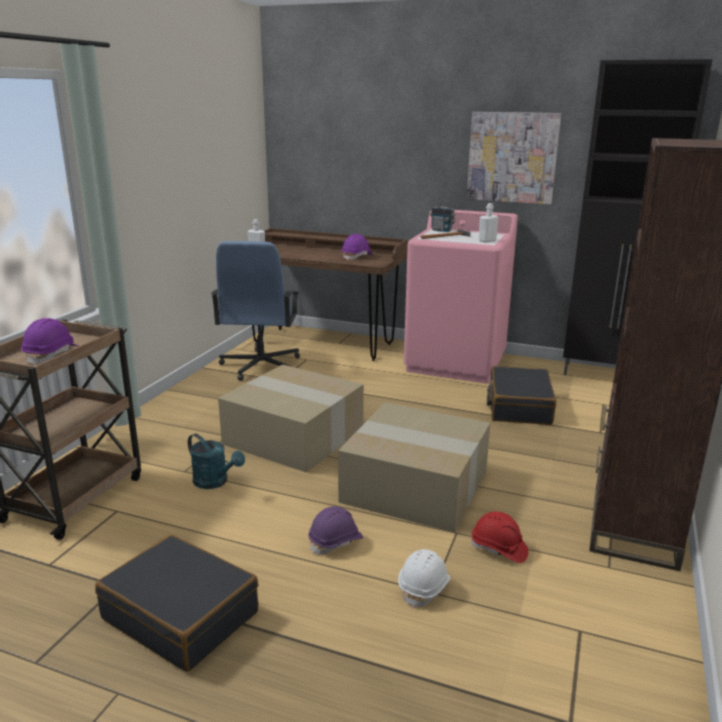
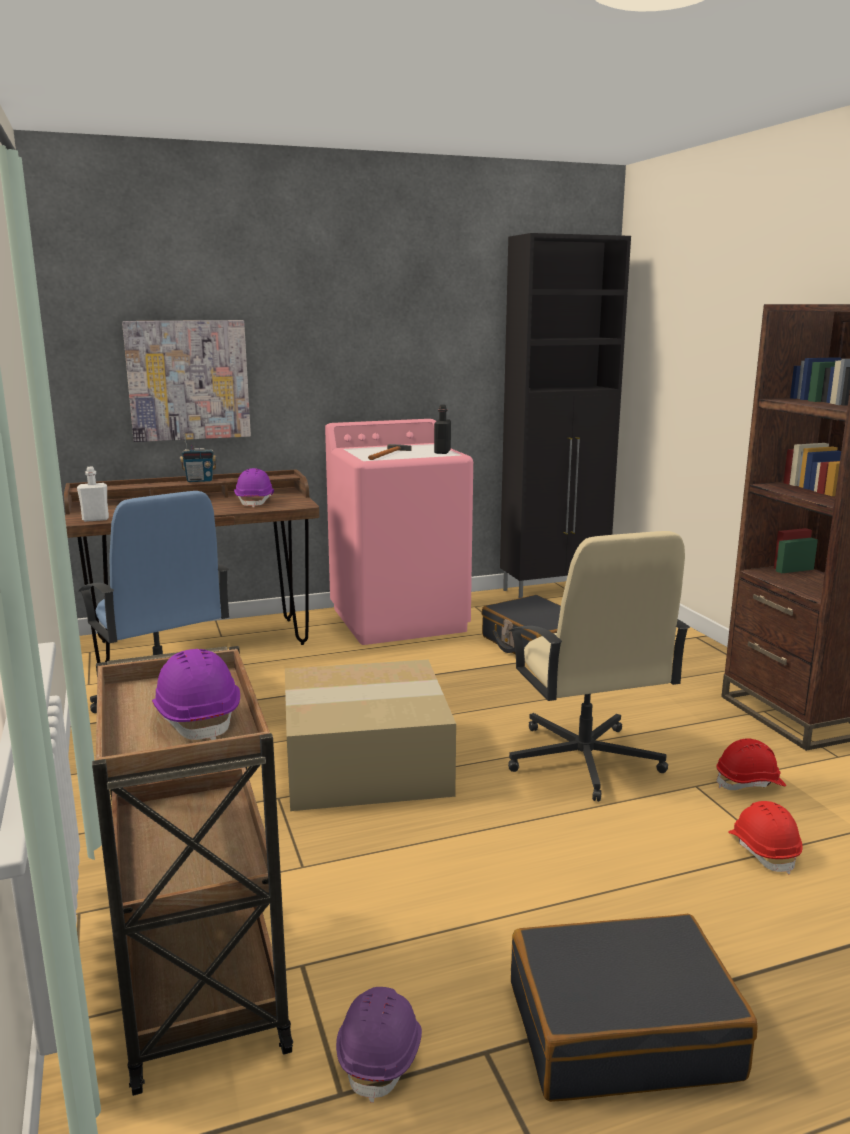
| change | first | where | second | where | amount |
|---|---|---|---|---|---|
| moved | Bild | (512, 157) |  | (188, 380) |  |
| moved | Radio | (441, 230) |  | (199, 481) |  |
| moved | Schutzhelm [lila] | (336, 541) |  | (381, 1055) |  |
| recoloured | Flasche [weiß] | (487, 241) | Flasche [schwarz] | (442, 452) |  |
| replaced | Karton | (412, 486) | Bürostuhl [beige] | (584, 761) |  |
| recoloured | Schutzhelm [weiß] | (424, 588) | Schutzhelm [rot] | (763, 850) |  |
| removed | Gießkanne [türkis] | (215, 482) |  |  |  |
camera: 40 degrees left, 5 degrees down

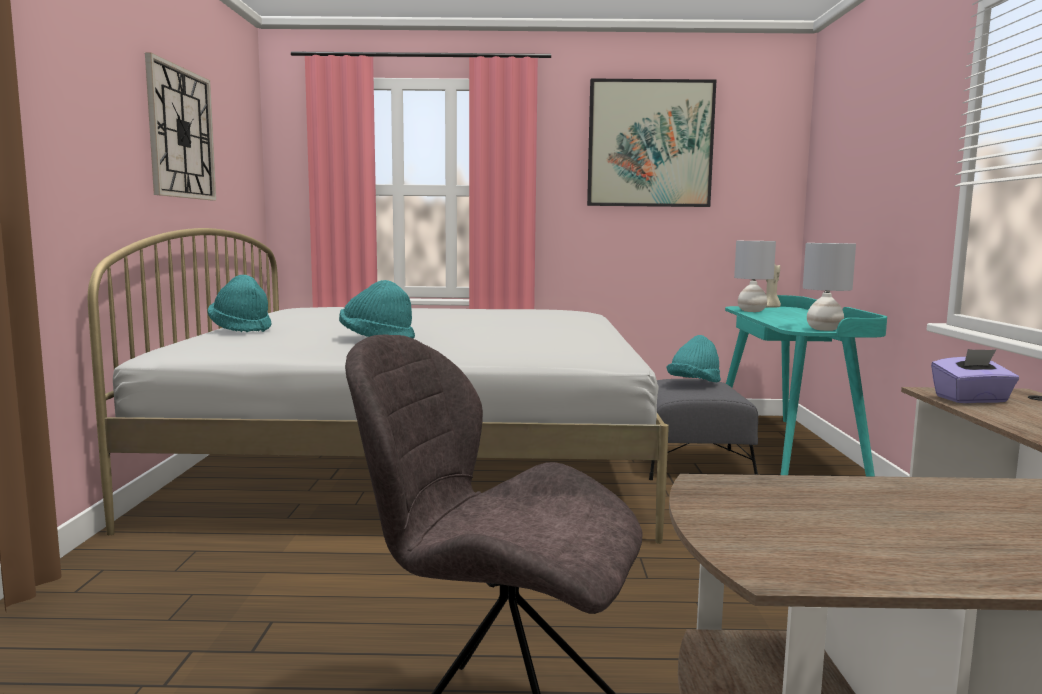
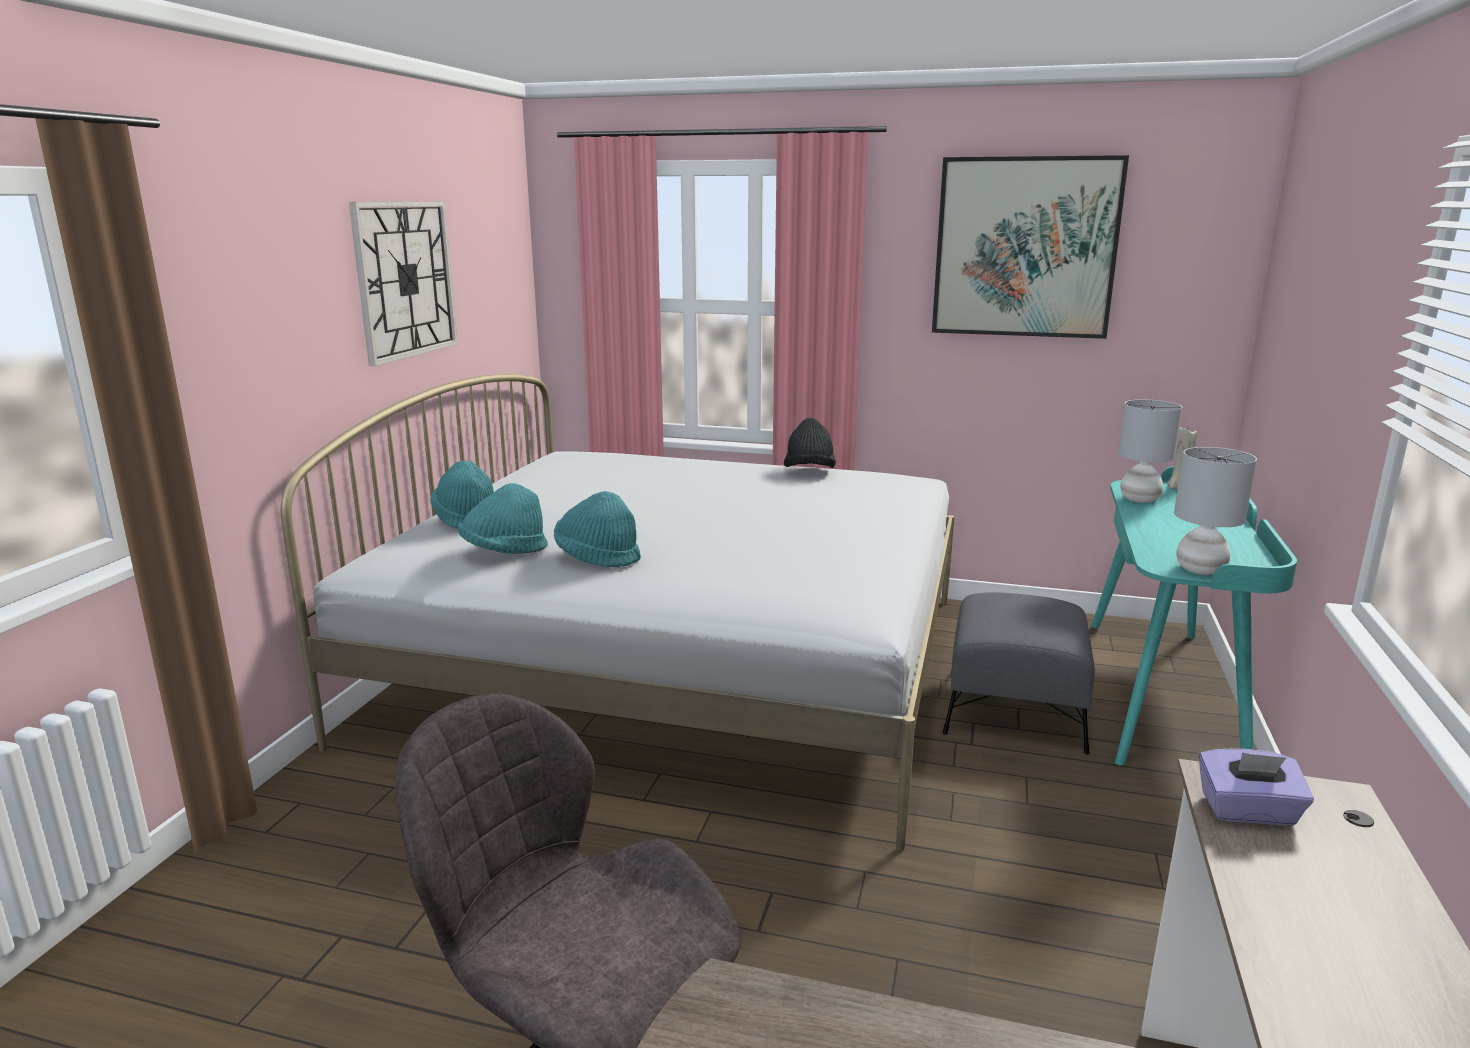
| change | first | where | second | where | amount |
|---|---|---|---|---|---|
| moved | Hut [türkis] | (694, 384) |  | (504, 551) |  |
| added |  |  | Hut [schwarz] | (809, 472) |  |
camera: 15 degrees right, 10 degrees up

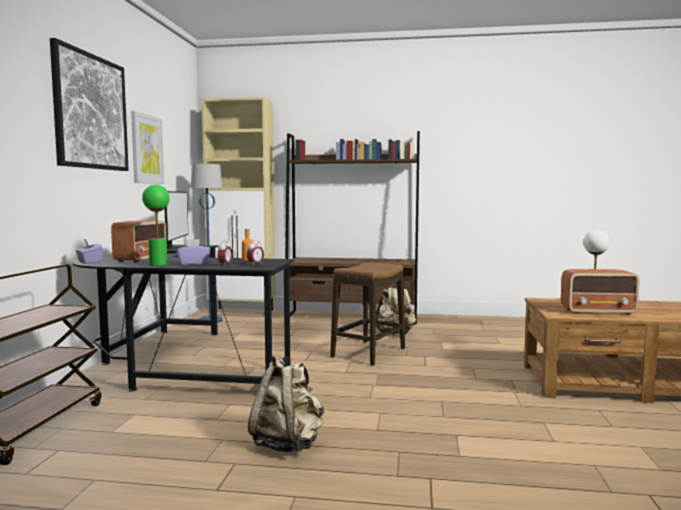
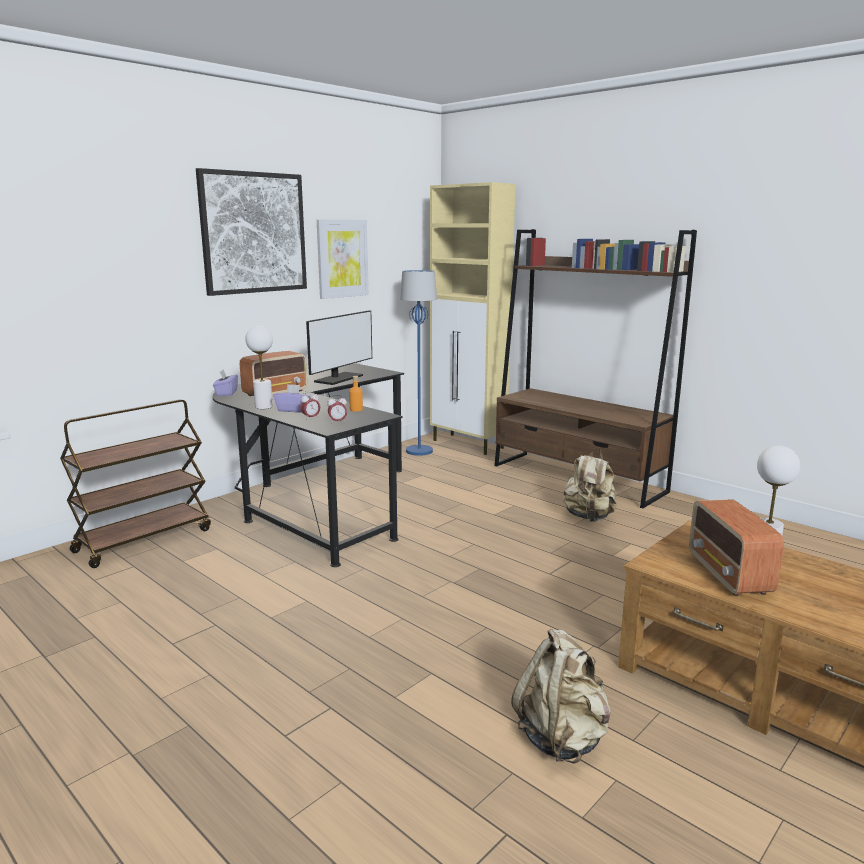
| change | first | where | second | where | amount |
|---|---|---|---|---|---|
| recoloured | Tischlampe [grün] | (158, 264) | Tischlampe [weiß] | (264, 407) |  |
| moved | Rucksack [beige] | (288, 444) |  | (562, 737) |  |
| turned | Radio | (598, 311) |  | (729, 575) | 45 degrees clockwise |
| removed | Hocker | (368, 353) |  |  |  |
camera: 35 degrees right, 10 degrees up

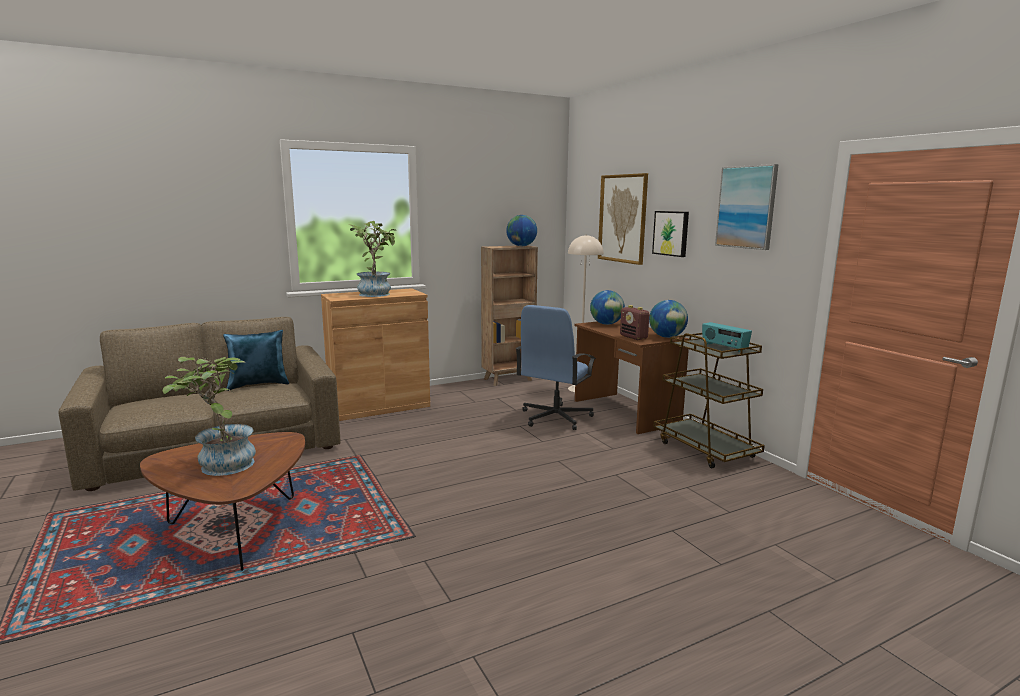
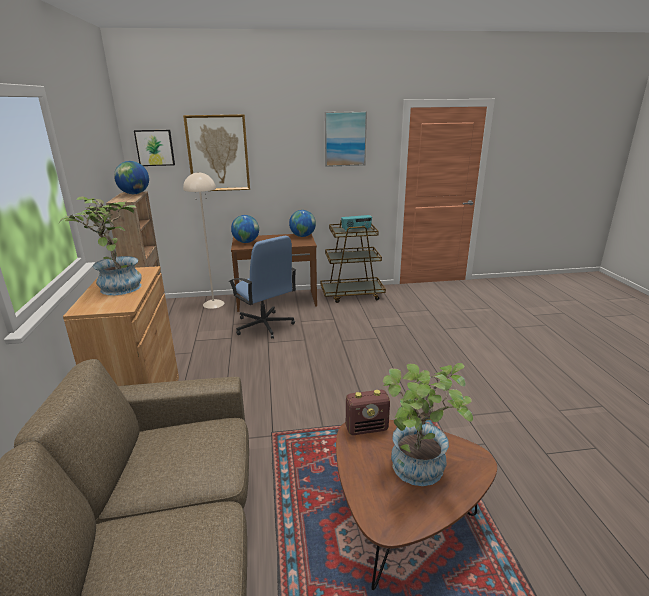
| change | first | where | second | where | amount |
|---|---|---|---|---|---|
| moved | Bild | (671, 233) |  | (155, 147) |  |
| moved | Radio | (634, 337) |  | (367, 428) |  |
| removed | Kissen [blau] | (258, 385) |  |  |  |
camera: 70 degrees left, 10 degrees up

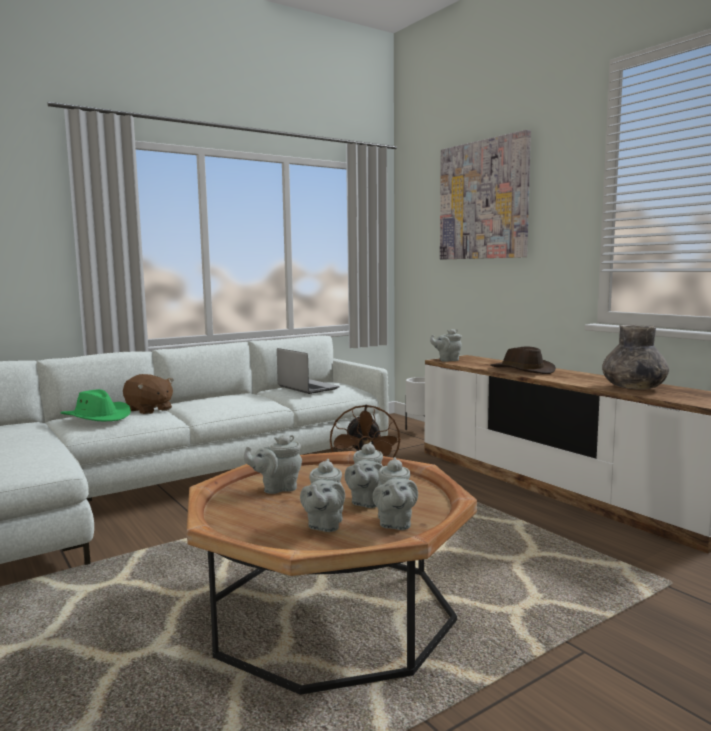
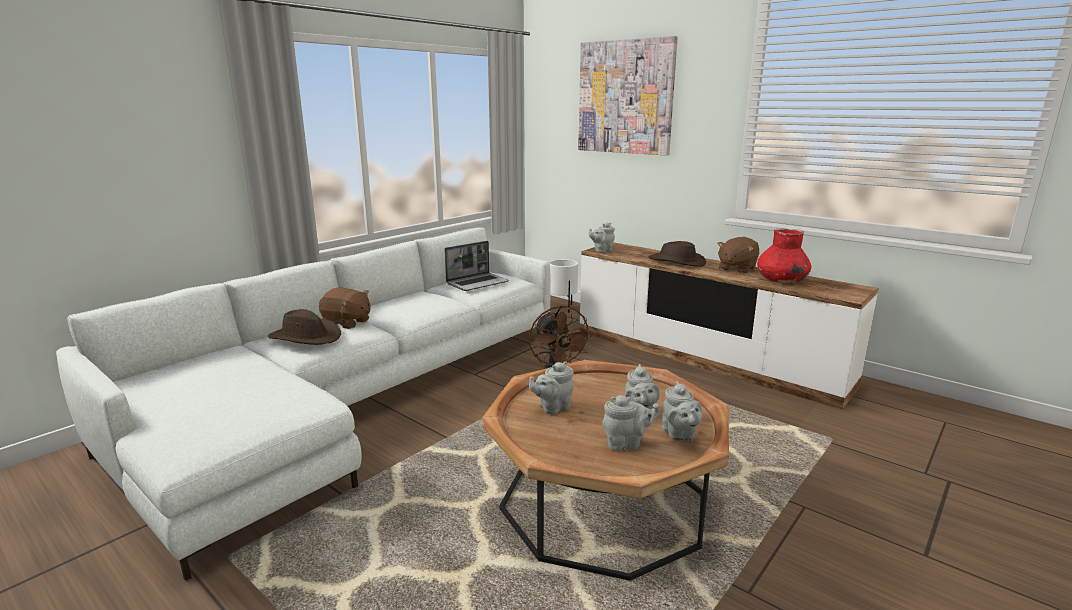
| change | first | where | second | where | amount |
|---|---|---|---|---|---|
| recoloured | Hut [grün] | (98, 416) | Hut [braun] | (306, 337) |  |
| turned | Laptop | (306, 388) |  | (477, 283) | 105 degrees clockwise |
| turned | Teekanne [grau] | (324, 525) |  | (626, 444) | 90 degrees counterclockwise |
| added |  |  | Plüschtier [braun] | (736, 269) |  |
| recoloured | Vase [grau] | (633, 388) | Vase [rot] | (781, 281) |  |
camera: 15 degrees left, 10 degrees up

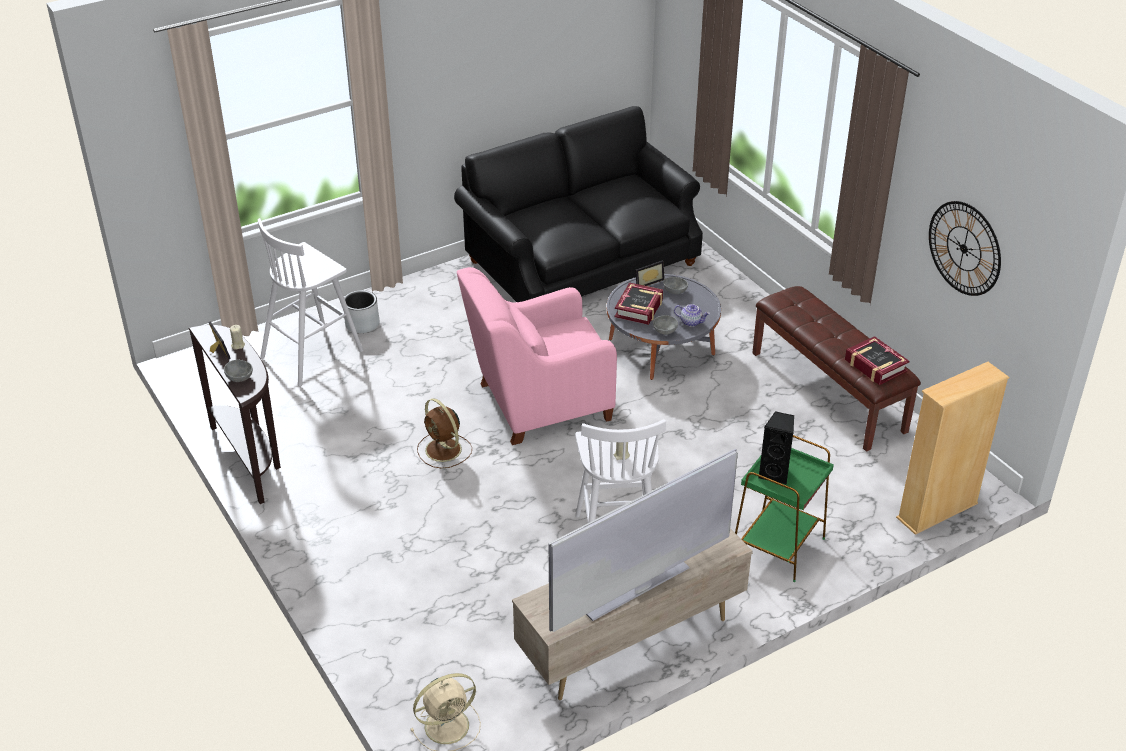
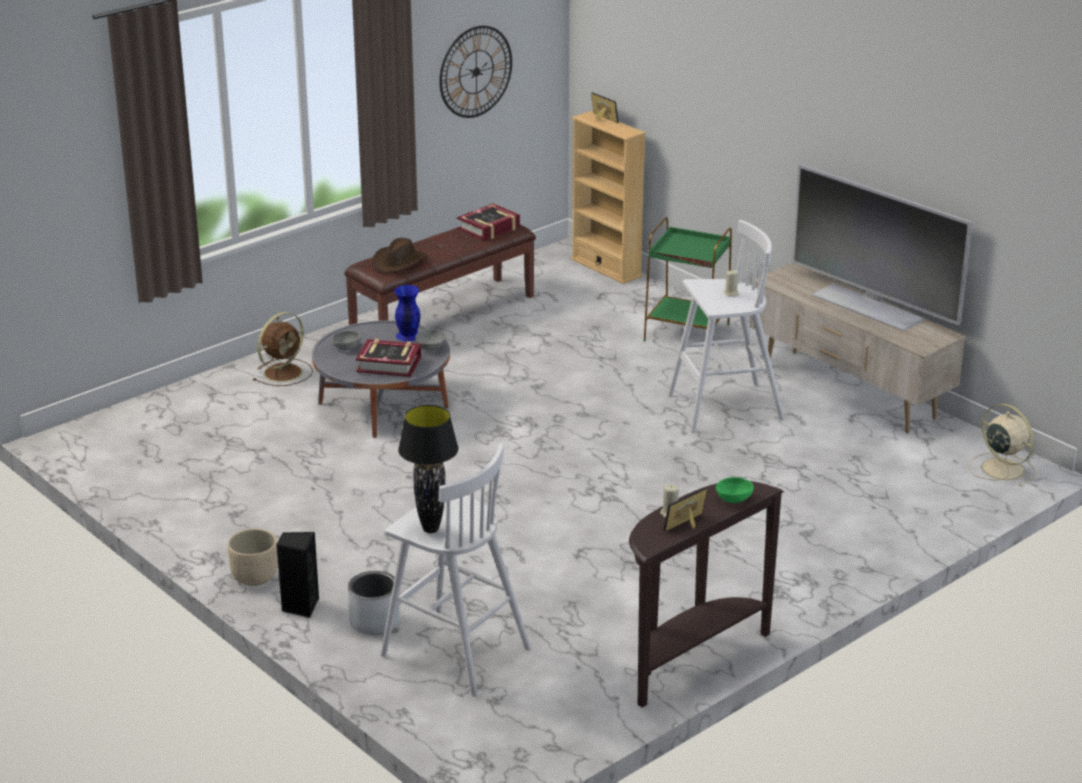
| change | first | where | second | where | amount |
|---|---|---|---|---|---|
| added |  |  | Pflanzkübel [beige] | (254, 577) |  |
| moved | Ventilator [braun] | (444, 450) |  | (284, 372) |  |
| moved | Lautsprecher [schwarz] | (775, 473) |  | (300, 606) |  |
| added |  |  | Hut [braun] | (399, 262) |  |
| replaced | Teekanne | (691, 322) | Vase [blau] | (407, 335) |  |
| added |  |  | Tischlampe [schwarz] | (431, 529) |  |
| moved | Bilderrahmen | (647, 281) |  | (601, 119) |  |
| recoloured | Schüssel [grau] | (240, 377) | Schüssel [grün] | (733, 499) |  |
| removed | Sofa [schwarz] | (582, 262) |  |  |  |
| removed | Sessel [rosa] | (538, 403) |  |  |  |
camera: 100 degrees left, 10 degrees down

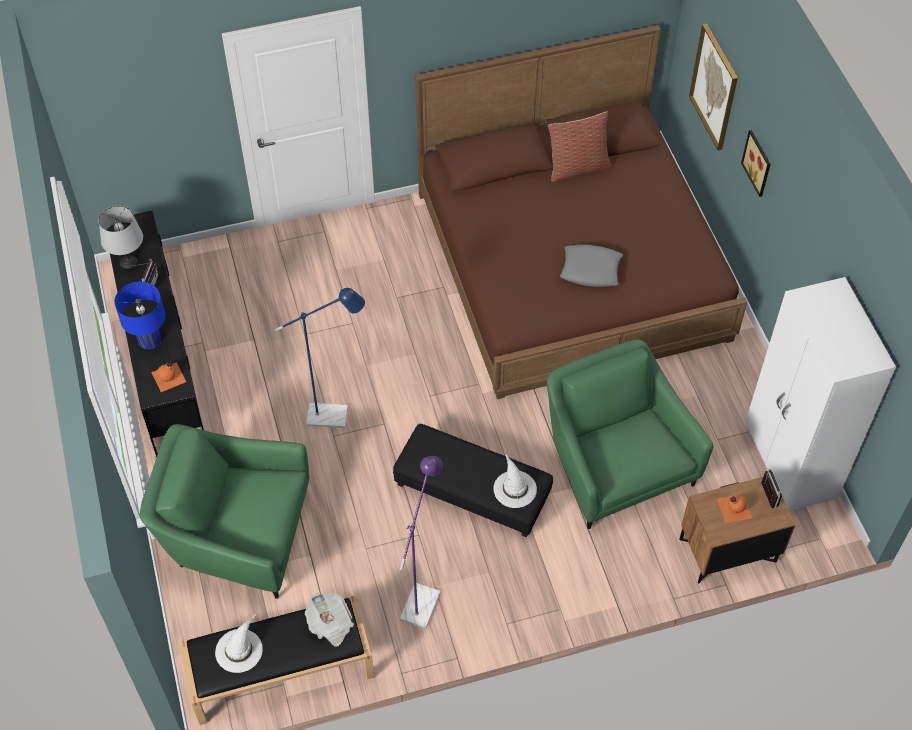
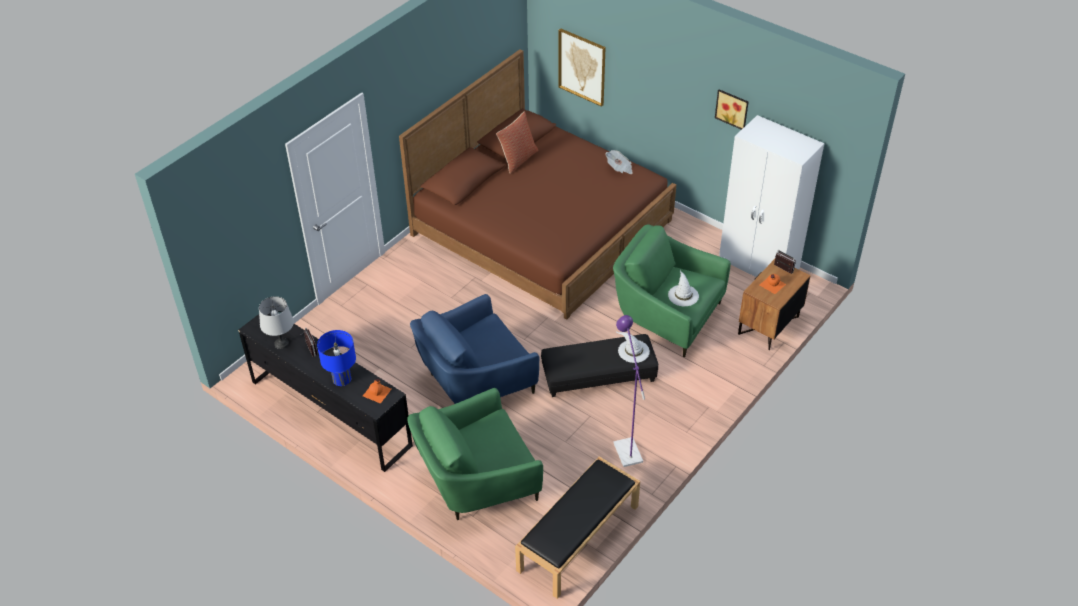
| change | first | where | second | where | amount |
|---|---|---|---|---|---|
| replaced | Stehlampe [blau] | (335, 416) | Sessel [blau] | (475, 381) |  |
| moved | Zeitung | (330, 624) |  | (619, 168) |  |
| moved | Hut [weiß] | (239, 649) |  | (683, 295) |  |
| moved | Bild | (758, 162) |  | (732, 108) |  |
| removed | Kissen [grau] | (591, 269) |  |  |  |
camera: 35 degrees left, 10 degrees down

